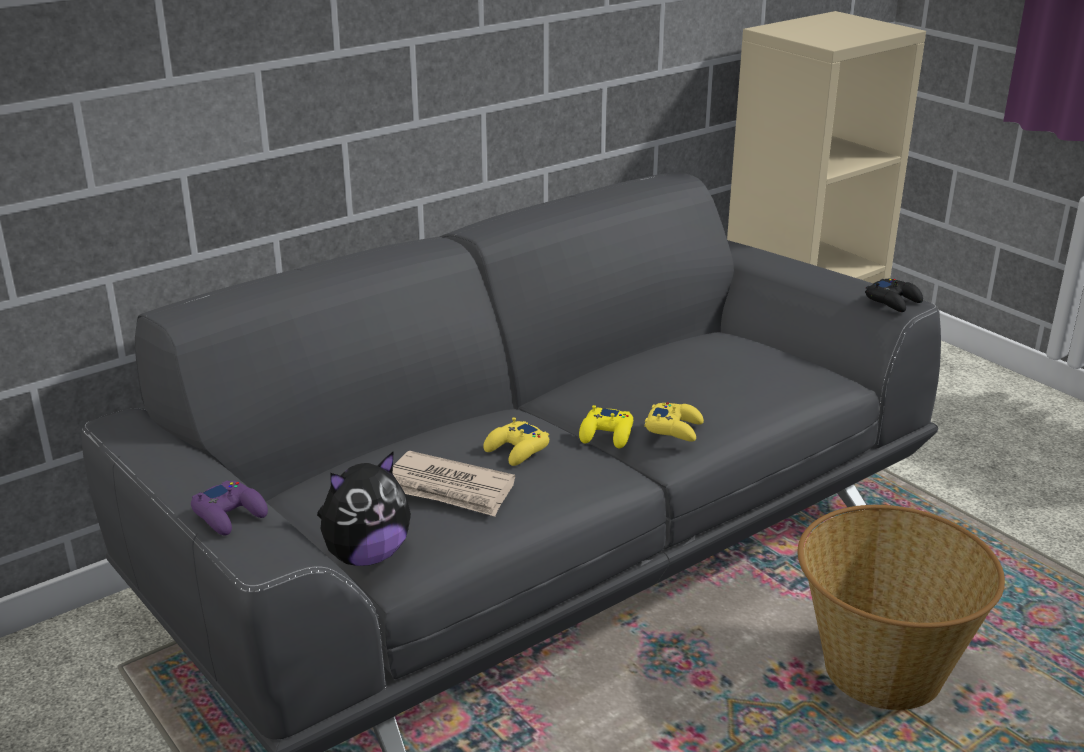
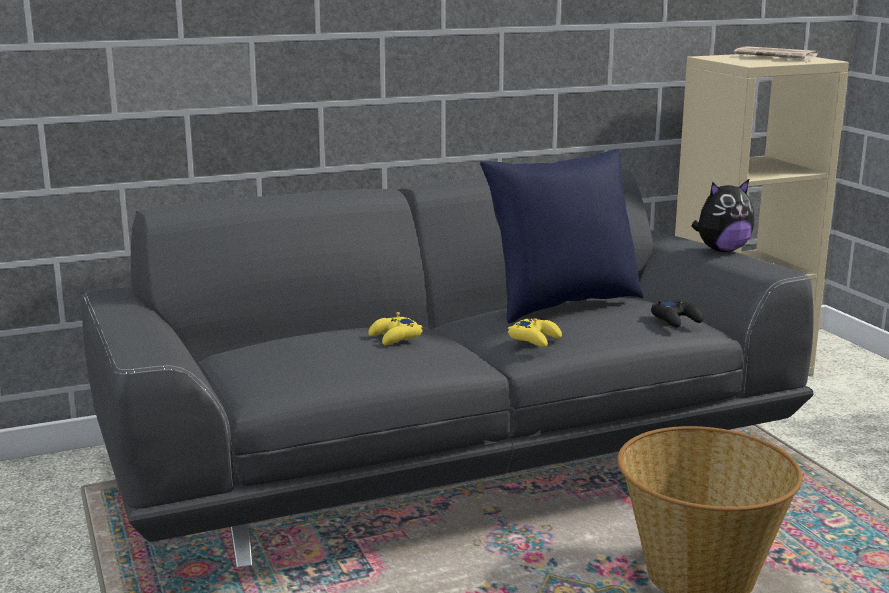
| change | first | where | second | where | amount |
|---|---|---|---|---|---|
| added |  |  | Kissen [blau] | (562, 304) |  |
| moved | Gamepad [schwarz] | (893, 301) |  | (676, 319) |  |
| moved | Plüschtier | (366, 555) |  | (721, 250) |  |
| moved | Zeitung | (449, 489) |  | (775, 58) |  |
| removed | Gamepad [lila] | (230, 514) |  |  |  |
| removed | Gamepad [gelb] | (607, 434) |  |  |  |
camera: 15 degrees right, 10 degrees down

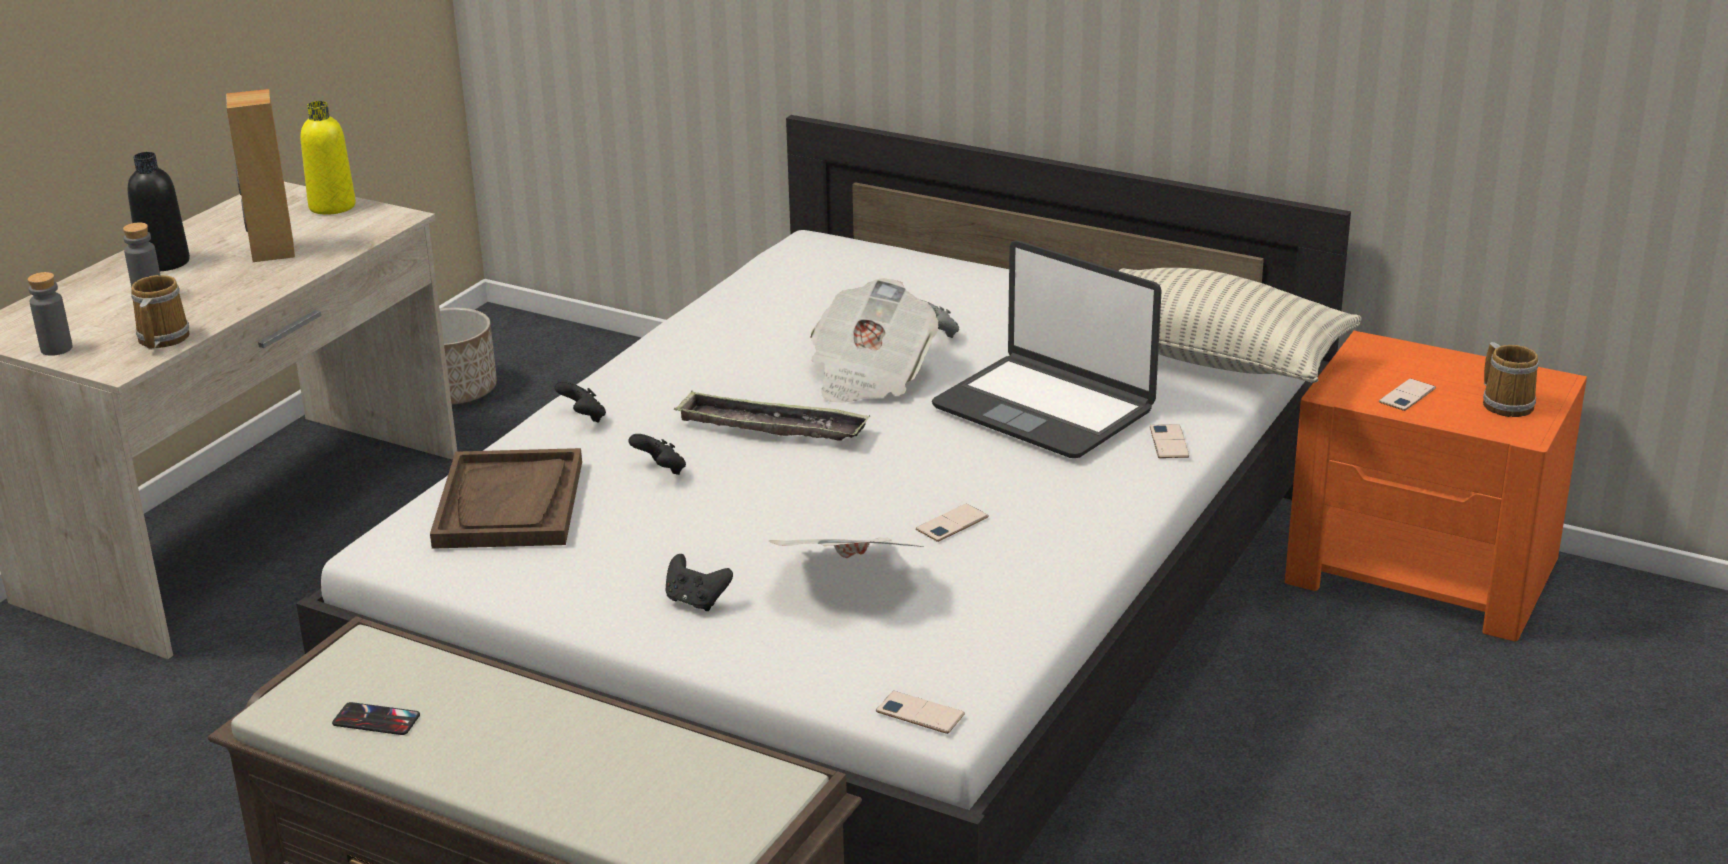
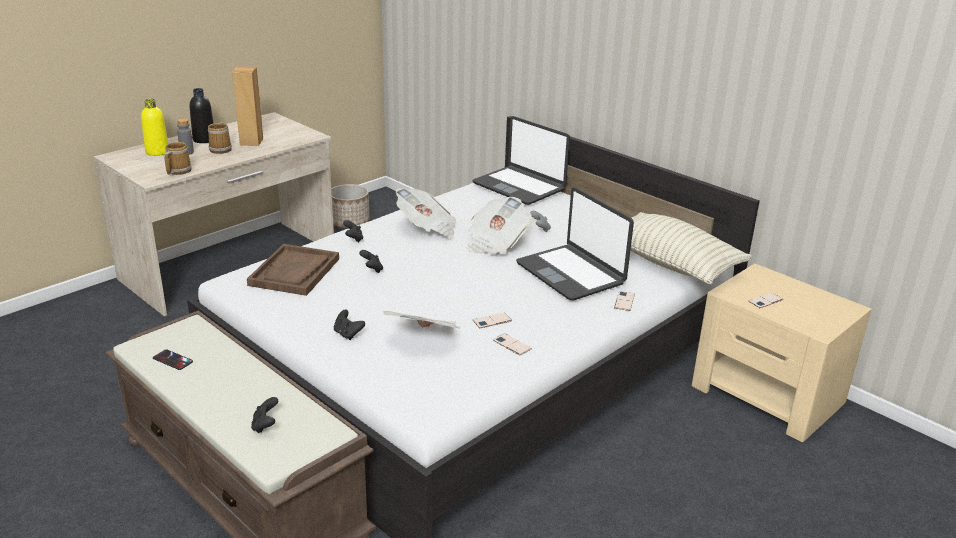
| change | first | where | second | where | amount |
|---|---|---|---|---|---|
| moved | Flasche [gelb] | (332, 206) |  | (157, 152) |  |
| moved | Henkelbecher | (1507, 403) |  | (221, 149) |  |
| added |  |  | Gamepad [schwarz] | (265, 425) |  |
| added |  |  | Zeitung | (427, 228) |  |
| added |  |  | Laptop | (519, 186) |  |
| moved | Handy | (920, 713) |  | (512, 345) |  |
| recoloured | Nachttisch [orange] | (1423, 571) | Nachttisch [beige] | (768, 394) |  |
| removed | Flasche [grau] | (56, 349) |  |  |  |
| removed | Tablett | (771, 427) |  |  |  |
camera: 15 degrees right, 0 degrees up

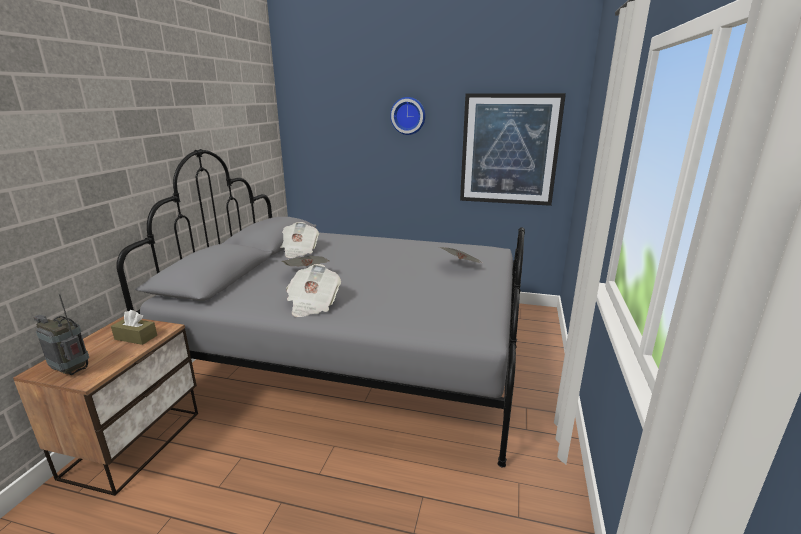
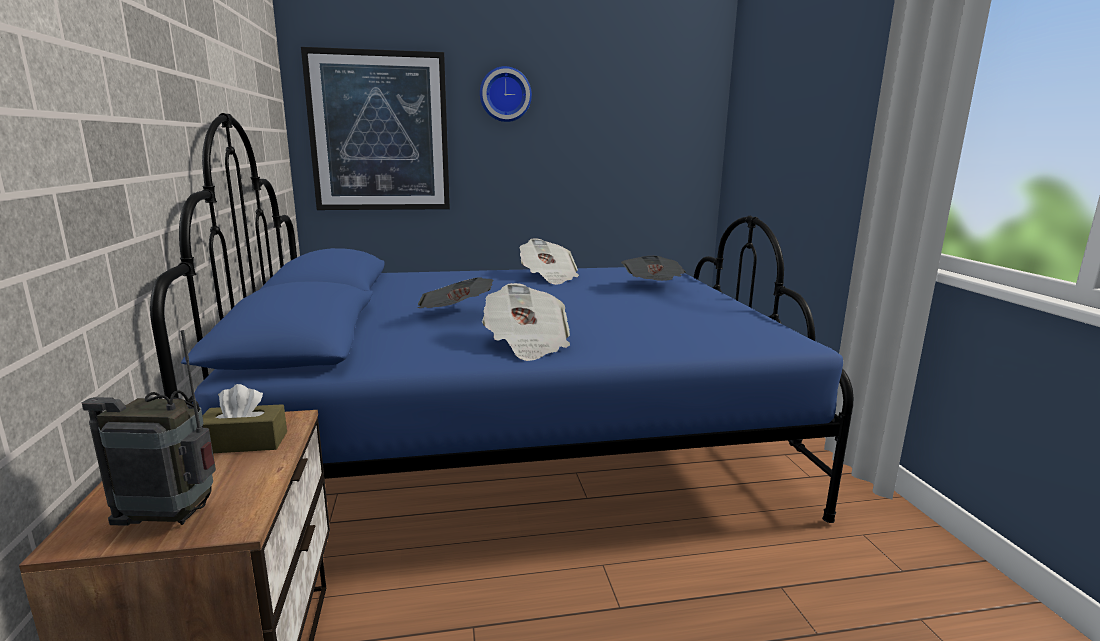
| change | first | where | second | where | amount |
|---|---|---|---|---|---|
| recoloured | Bett [grau] | (357, 355) | Bett [blau] | (516, 444) |  |
| moved | Bild | (509, 150) |  | (379, 132) |  |
| moved | Zeitung | (298, 251) |  | (548, 278) |  |
camera: 25 degrees left, 5 degrees down

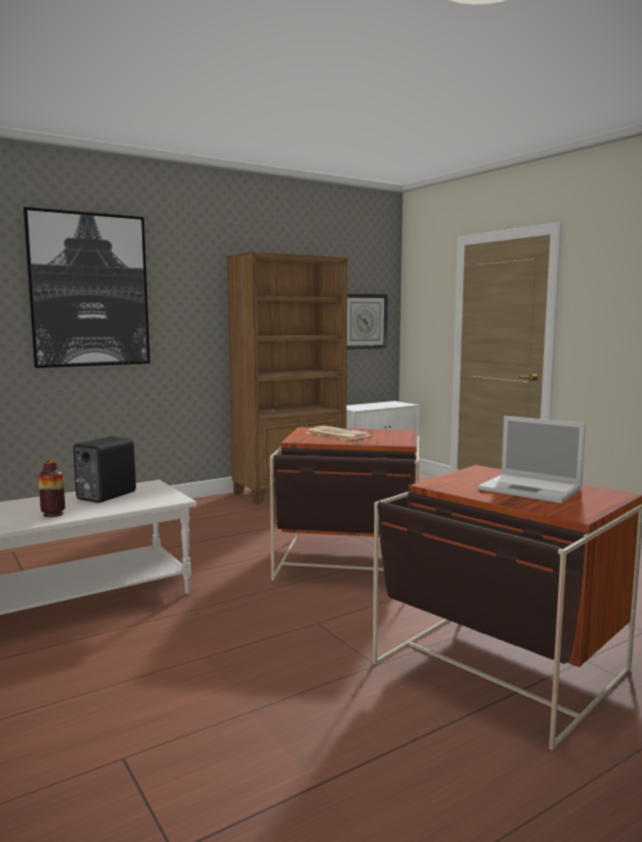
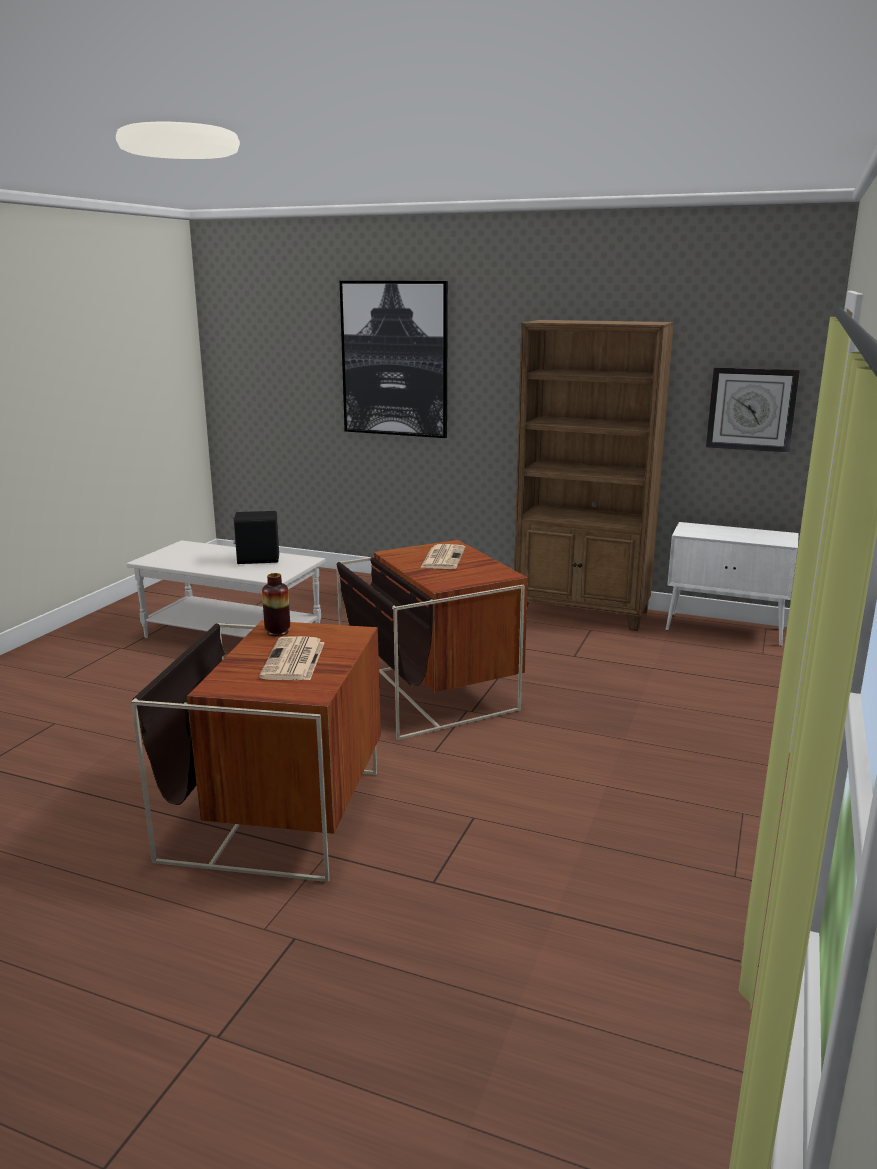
| change | first | where | second | where | amount |
|---|---|---|---|---|---|
| replaced | Laptop | (531, 489) | Zeitung | (294, 660) |  |
| moved | Vase | (53, 514) |  | (277, 632) |  |
camera: 55 degrees right, 10 degrees up

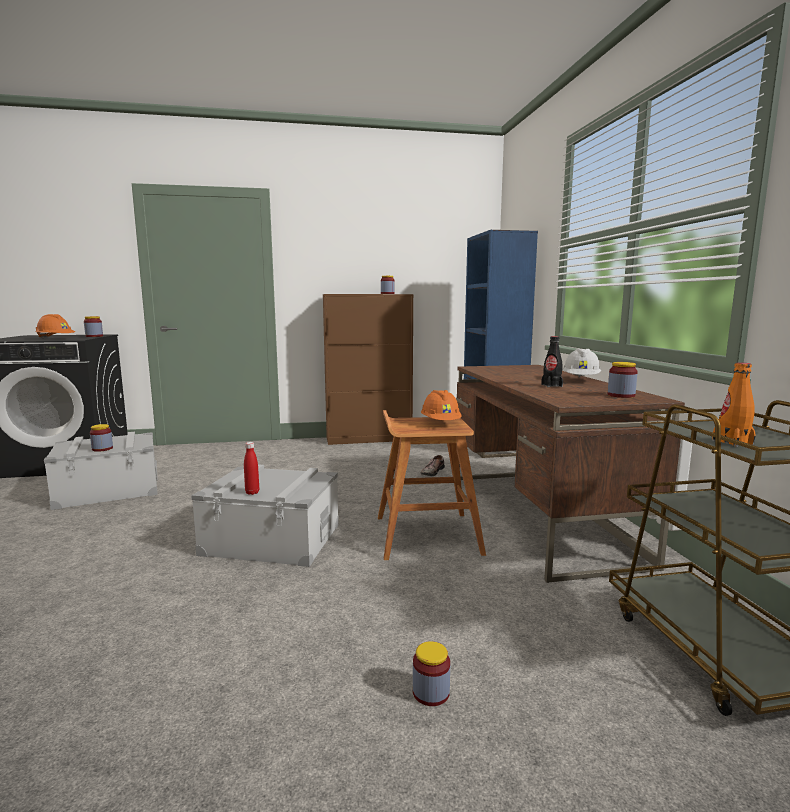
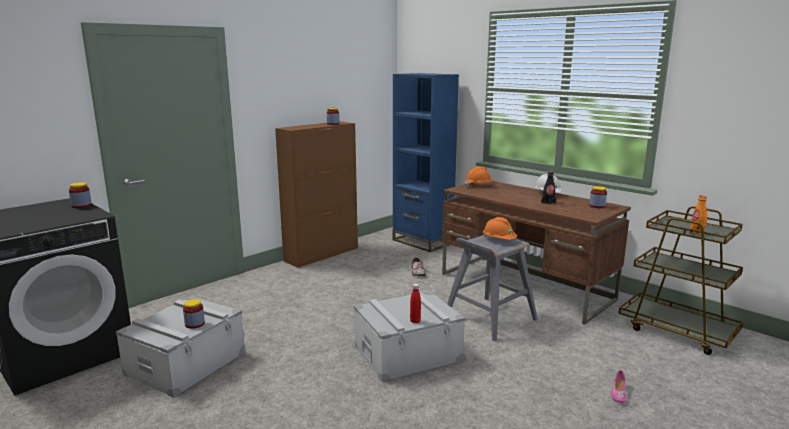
| change | first | where | second | where | amount |
|---|---|---|---|---|---|
| recoloured | Hocker [braun] | (425, 535) | Hocker [grau] | (489, 318) |  |
| moved | Schutzhelm [orange] | (56, 339) |  | (479, 186) |  |
| replaced | Vorratsglas | (431, 692) | Schuh [rosa] | (618, 393) |  |
camera: 35 degrees left, 5 degrees up

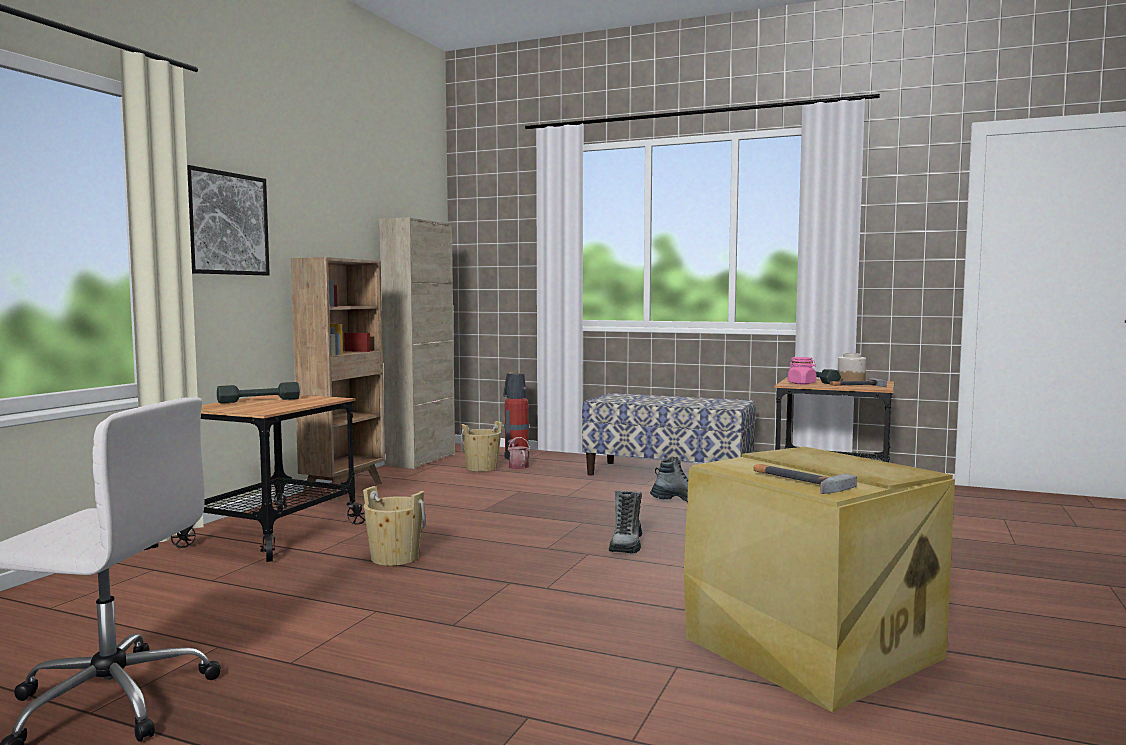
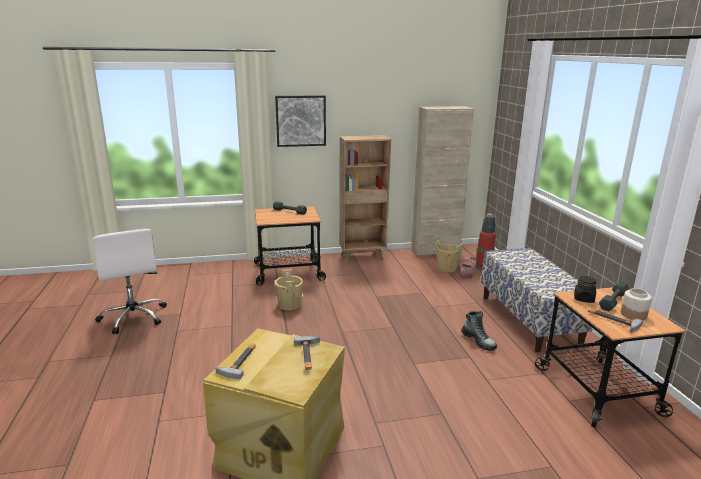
| change | first | where | second | where | amount |
|---|---|---|---|---|---|
| added |  |  | Hammer | (308, 355) |  |
| recoloured | Vorratsglas [rosa] | (802, 383) | Vorratsglas [schwarz] | (584, 299) |  |
| removed | Stiefel | (626, 545) |  |  |  |
camera: 55 degrees right, 15 degrees up

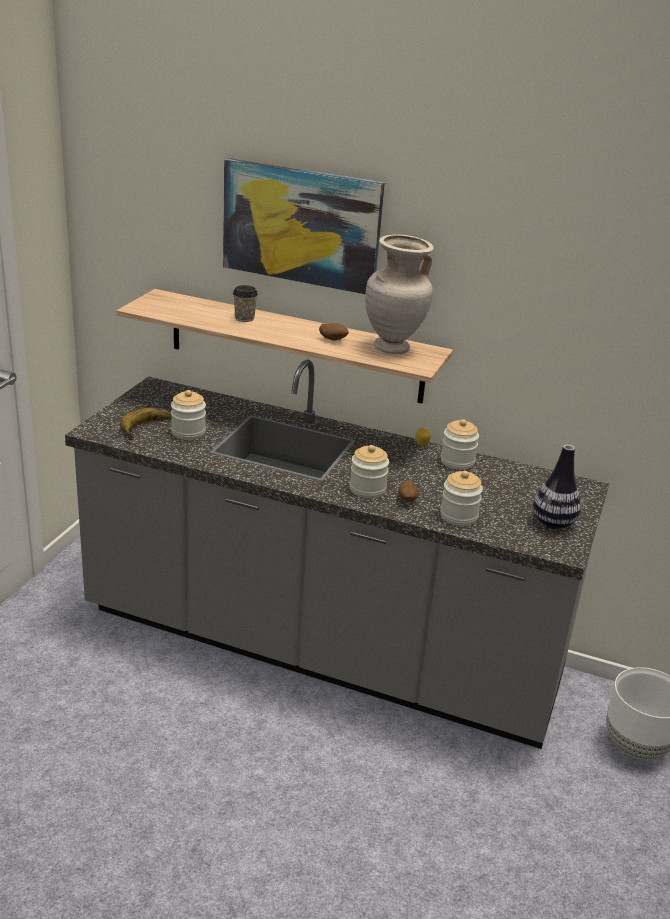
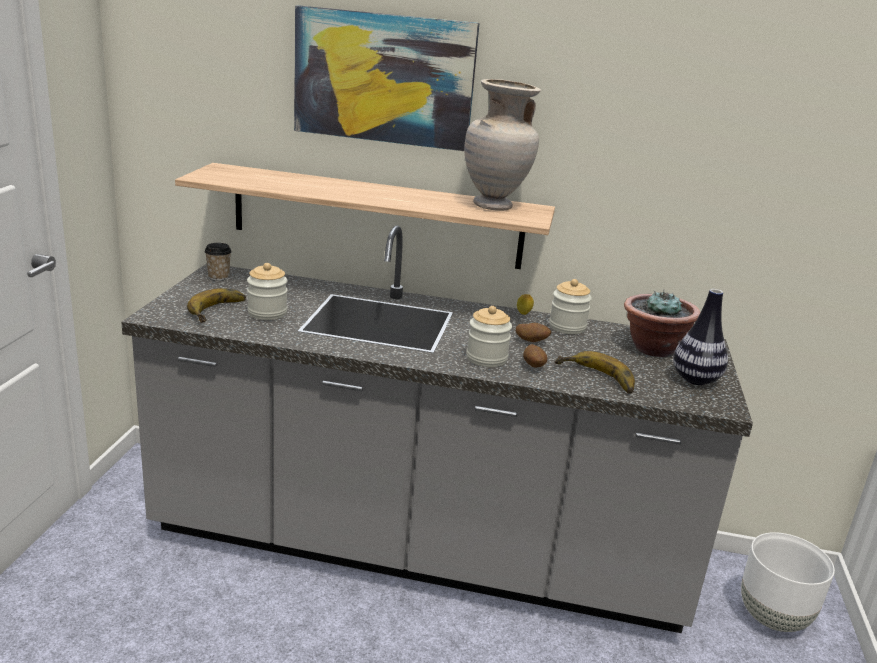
| change | first | where | second | where | amount |
|---|---|---|---|---|---|
| moved | Tasse | (244, 318) |  | (218, 277) |  |
| moved | Kartoffel | (333, 340) |  | (531, 341) |  |
| replaced | Vorratsglas | (458, 516) | Banane | (595, 379) |  |
| added |  |  | Topfpflanze | (653, 348) |  |
camera: 10 degrees left, 5 degrees down

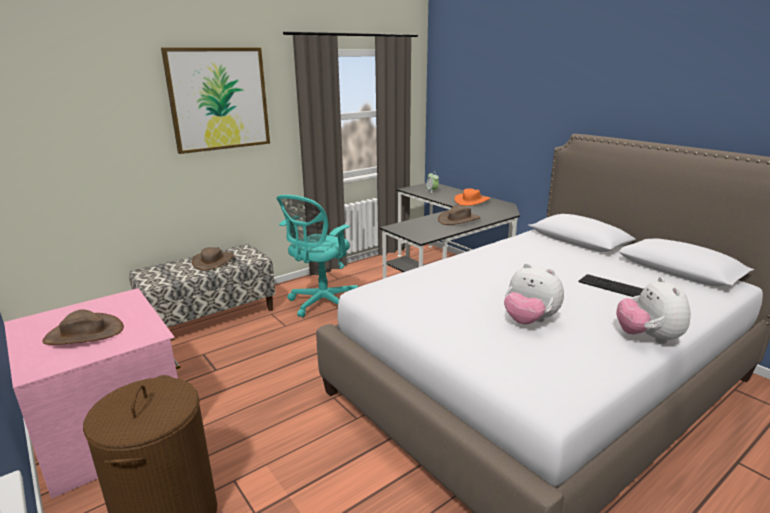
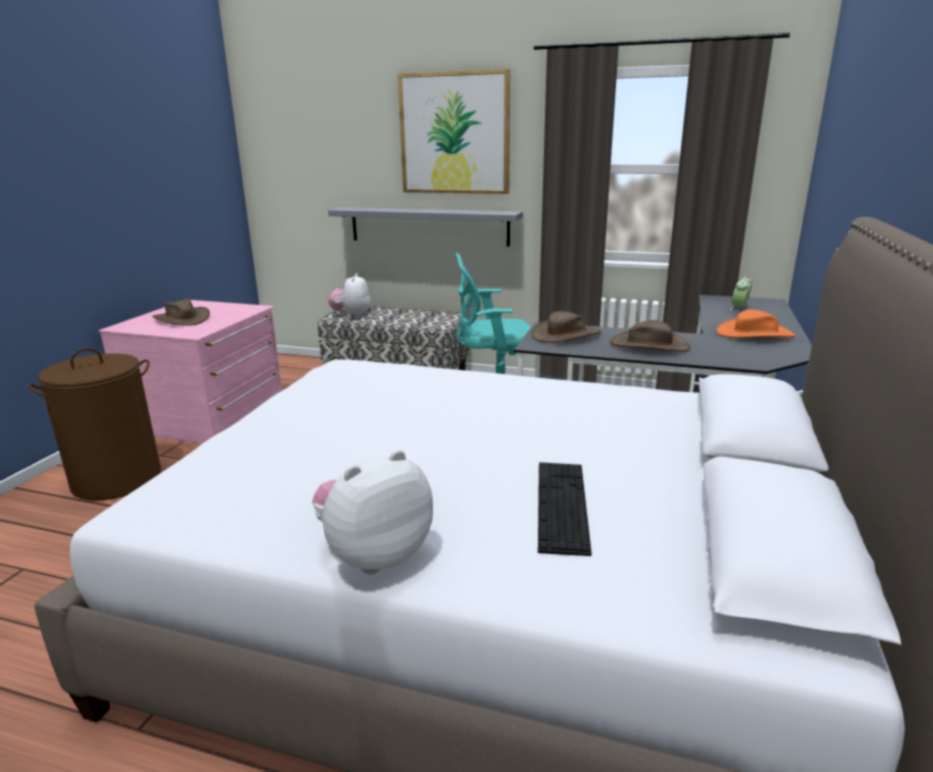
| change | first | where | second | where | amount |
|---|---|---|---|---|---|
| added |  |  | Wandregal [grau] | (428, 226) |  |
| moved | Plüschtier | (529, 321) |  | (352, 315) |  |
| moved | Hut [braun] | (213, 261) |  | (566, 335) |  |
camera: 55 degrees right, 0 degrees up

